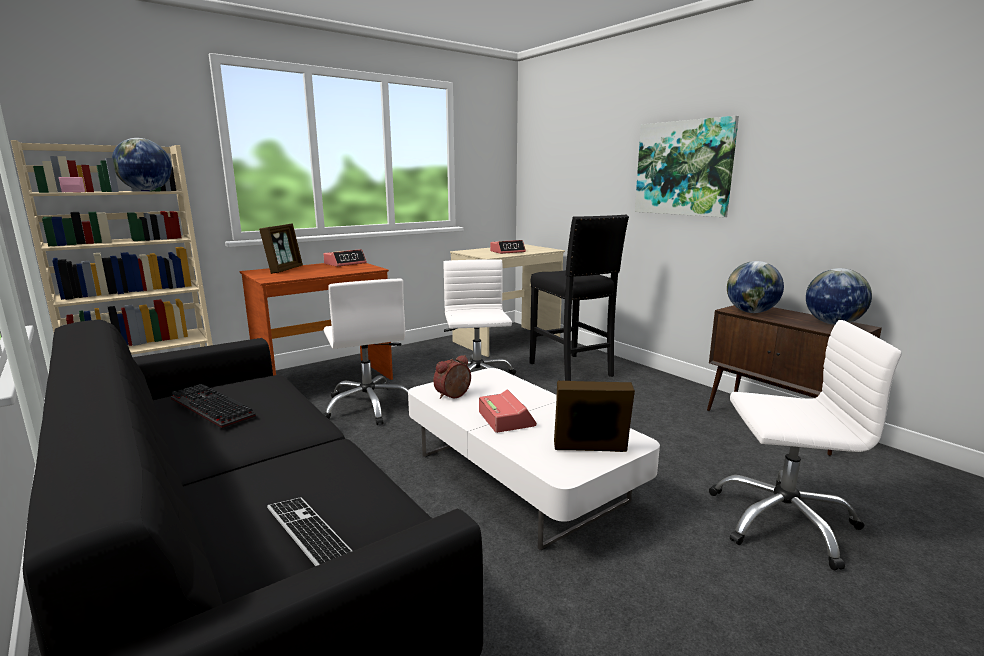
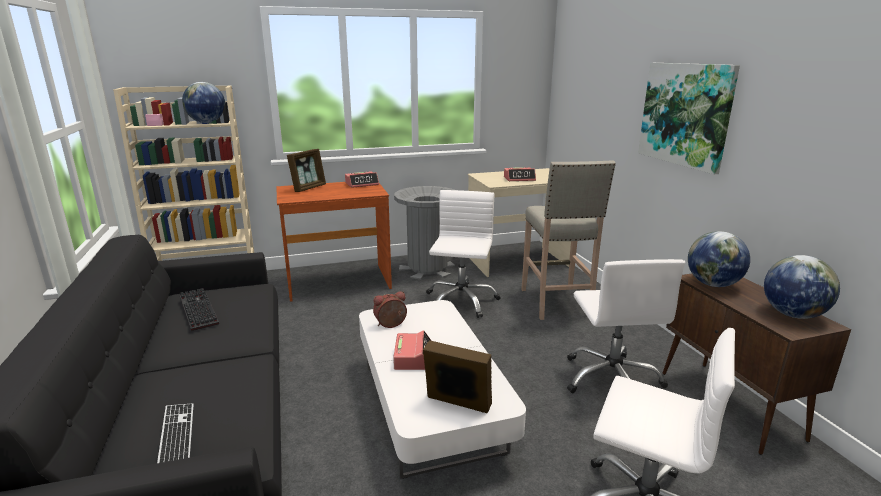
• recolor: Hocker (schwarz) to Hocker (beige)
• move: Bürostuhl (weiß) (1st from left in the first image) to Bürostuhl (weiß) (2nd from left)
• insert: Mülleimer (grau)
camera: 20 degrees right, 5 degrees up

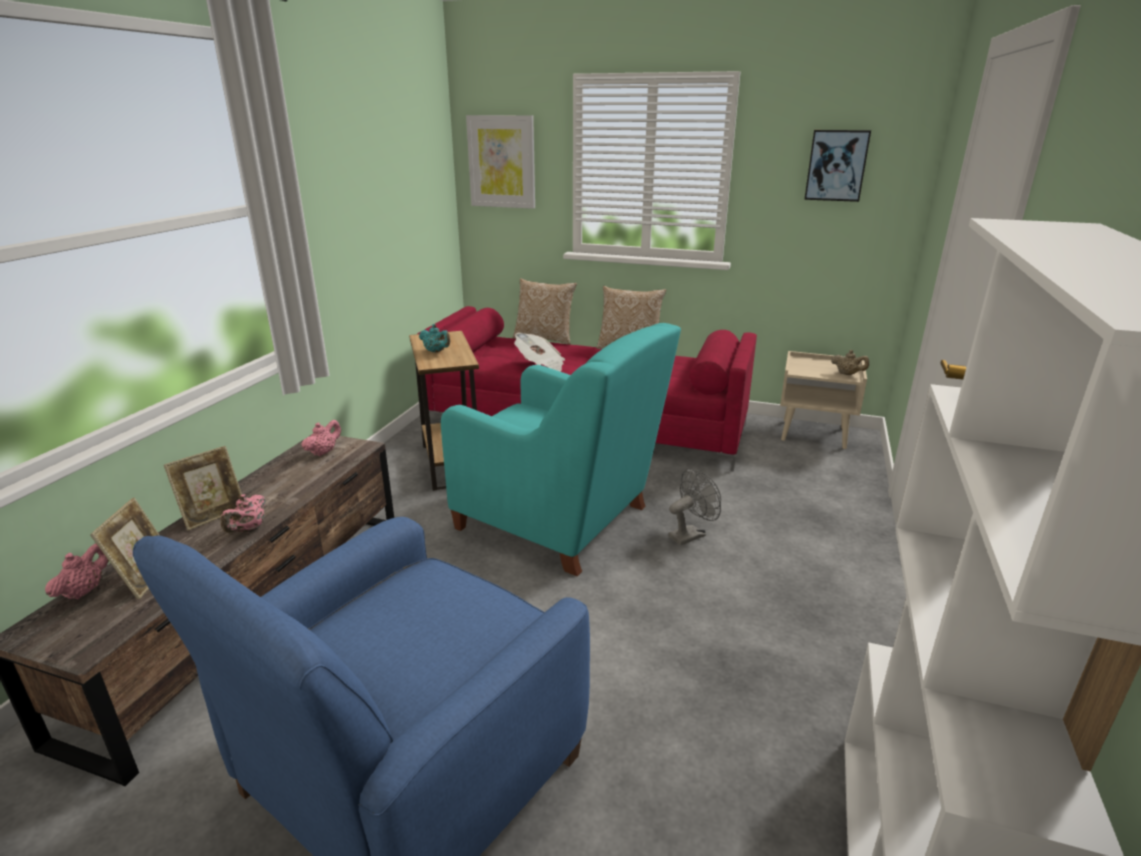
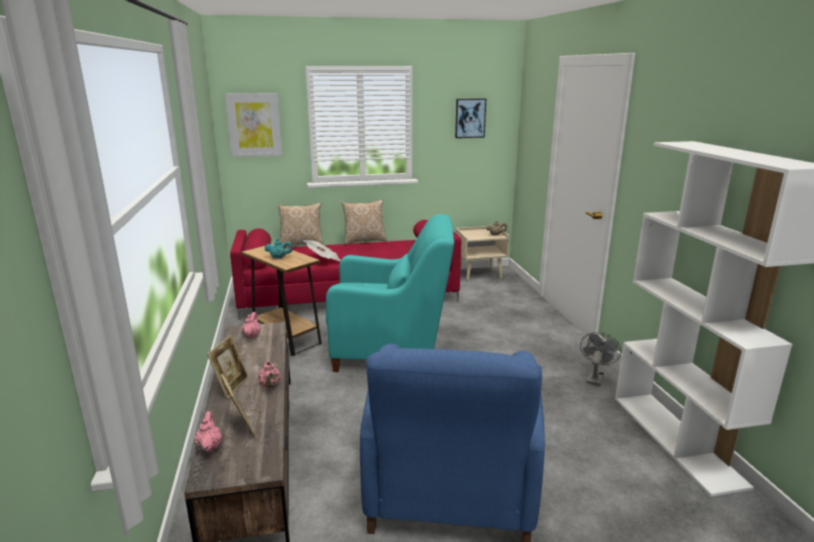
• move: Ventilator (grau)
camera: 30 degrees left, 5 degrees down

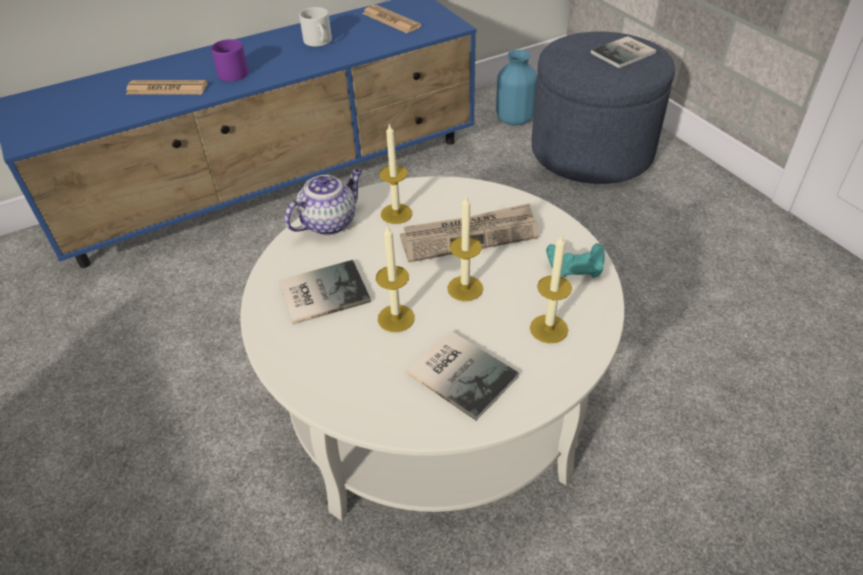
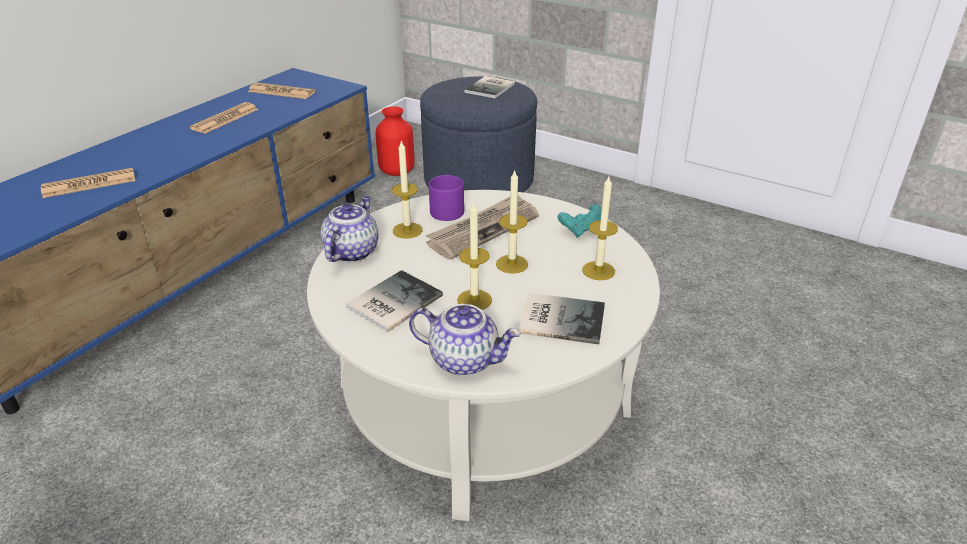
• replace: Henkelbecher (weiß) to Zeitung (2nd from left)
• move: Henkelbecher (lila)
• recolor: Vase (blau) to Vase (rot)
• insert: Teekanne (2nd from left)
camera: 30 degrees left, 10 degrees down

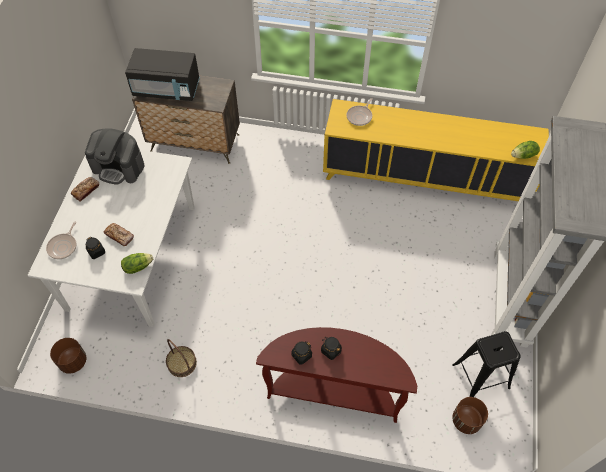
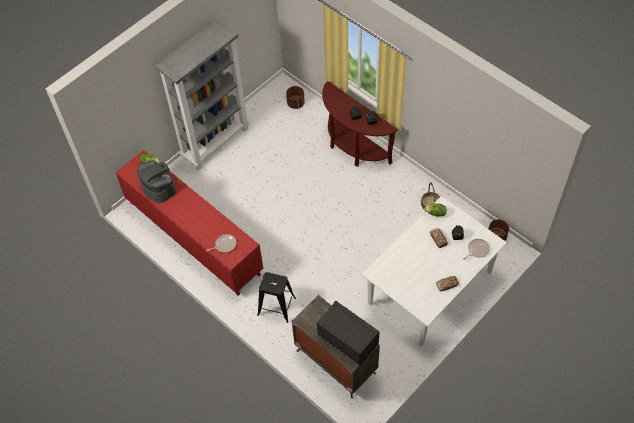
• recolor: Schrank (gelb) to Schrank (rot)
• move: Kaffeemaschine
• move: Hocker (schwarz)
camera: 145 degrees left, 0 degrees up

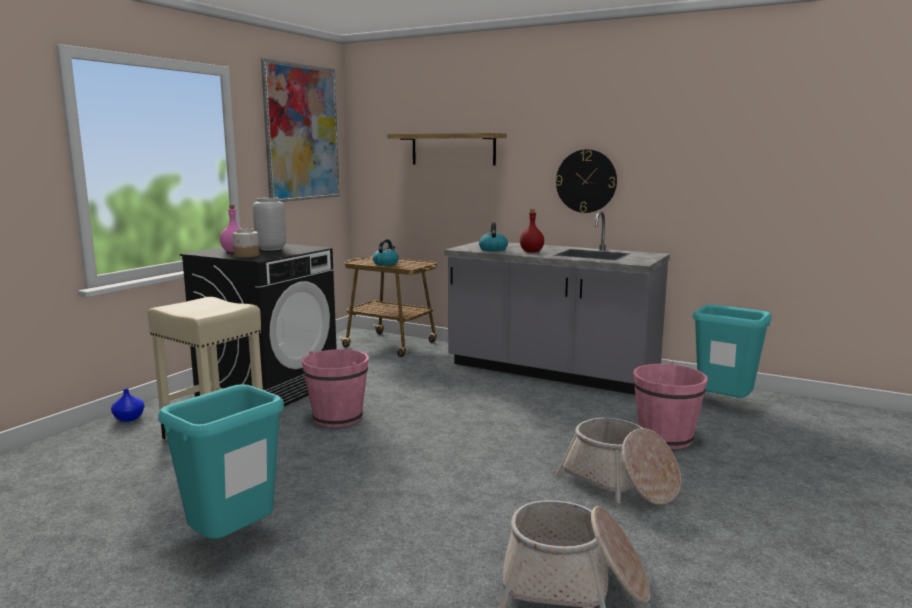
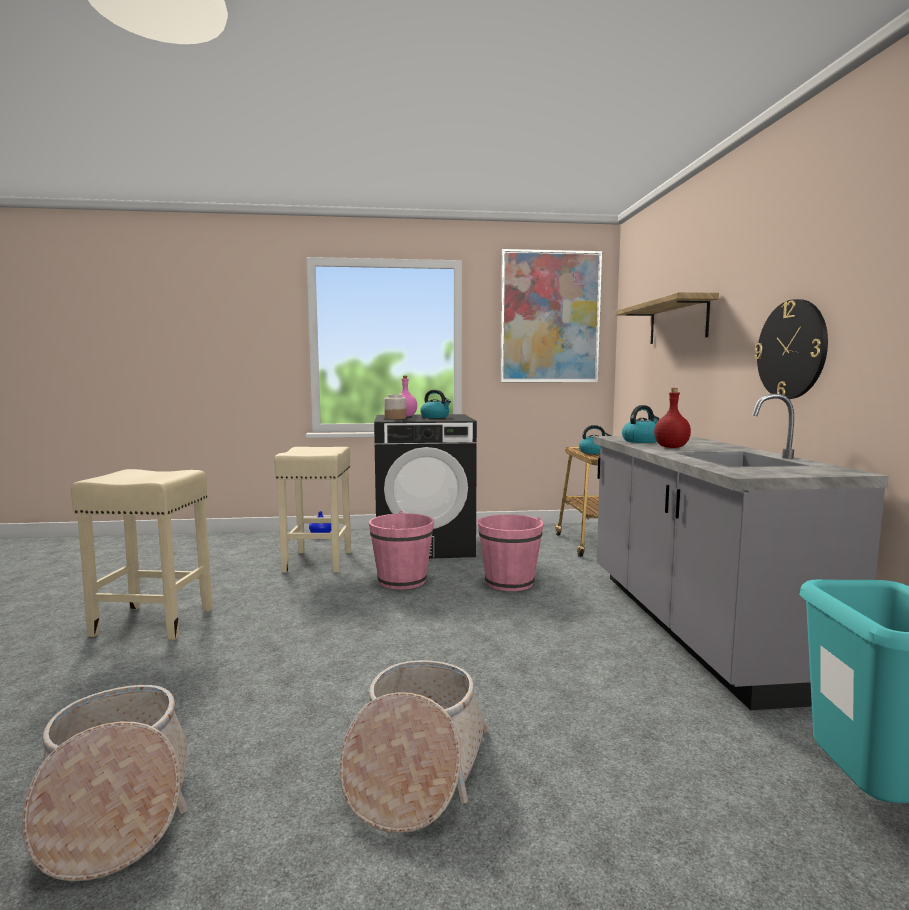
• replace: Vase (grau) to Wasserkessel (1st from left)
• move: Eimer (rosa) (2nd from left)
• replace: Mülleimer (türkis) (1st from left) to Hocker (beige) (1st from left)
camera: 55 degrees right, 5 degrees down

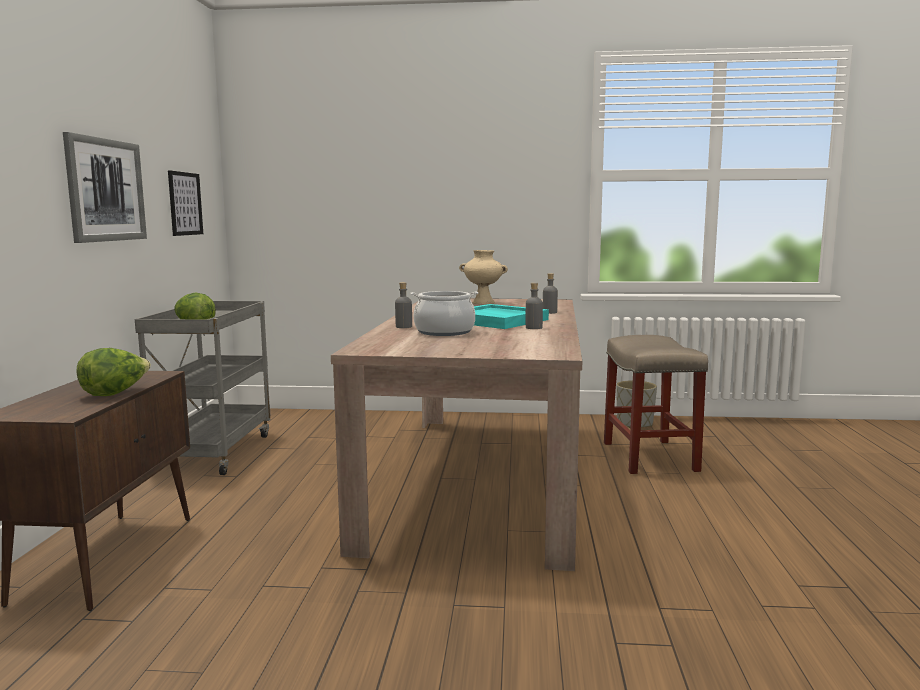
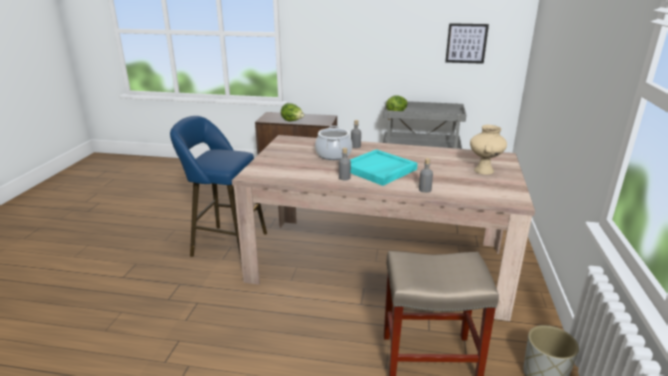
• delete: Bild (1st from left)
• insert: Hocker (blau)
camera: 95 degrees right, 15 degrees up

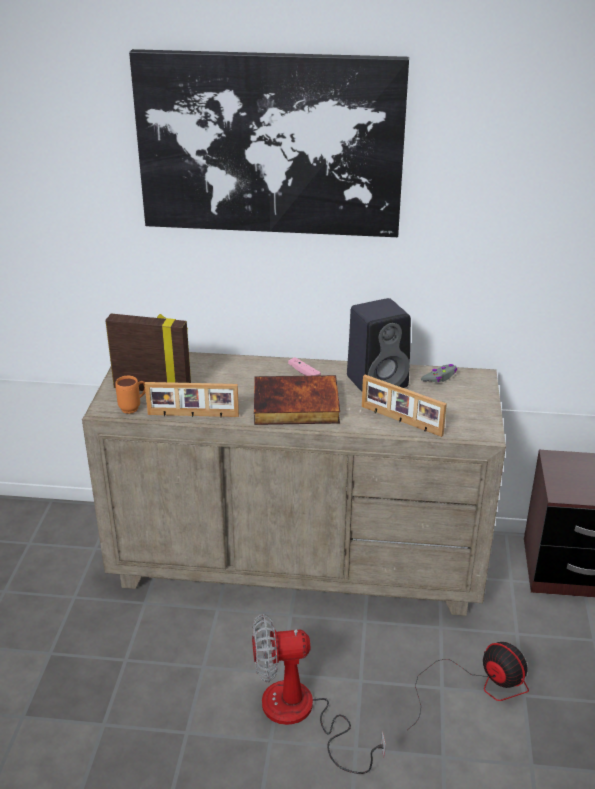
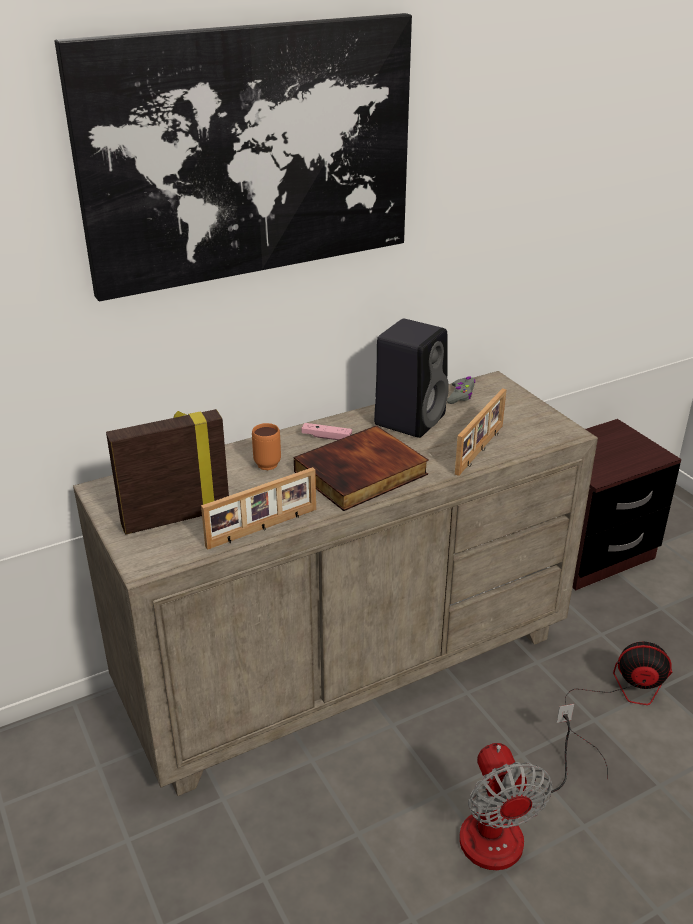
• rotate: Bilderrahmen (3rd from left) 60 degrees counterclockwise
• move: Henkelbecher (orange)
• rotate: Ventilator (1st from left) 60 degrees counterclockwise
camera: 35 degrees left, 0 degrees up

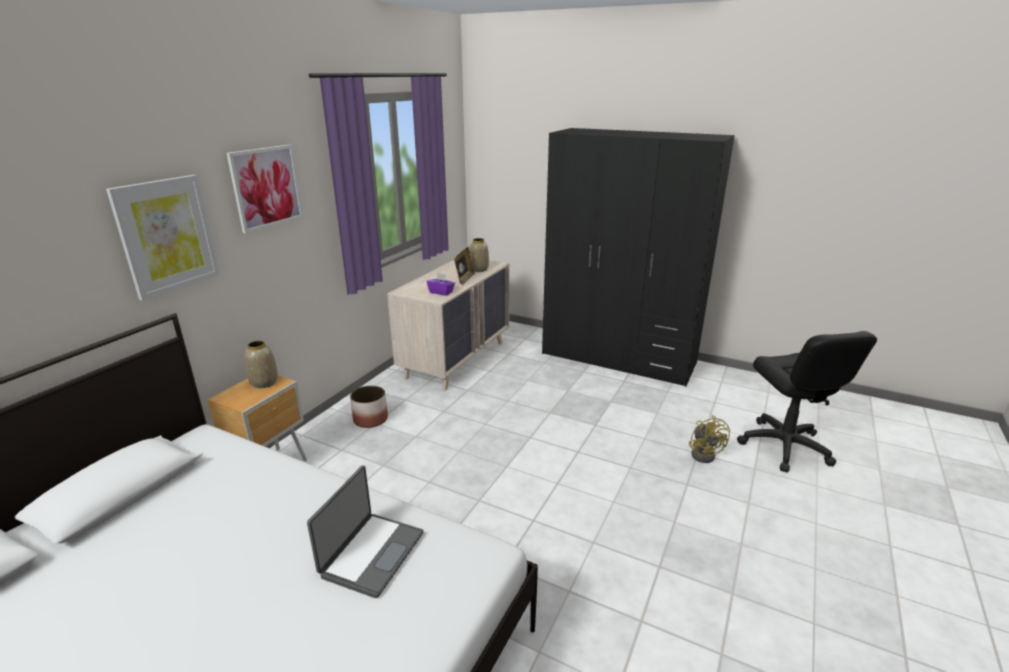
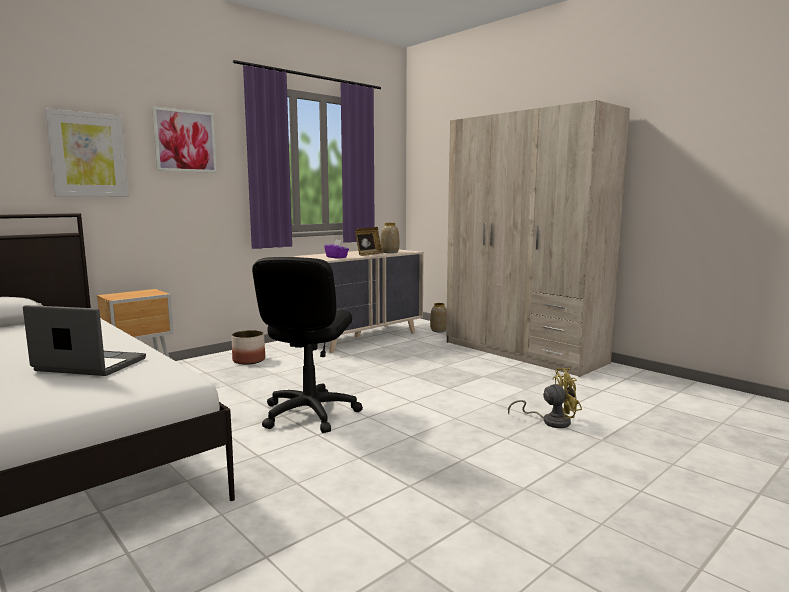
• recolor: Kleiderschrank (schwarz) to Kleiderschrank (beige)
• move: Bürostuhl (schwarz)
• move: Vase (1st from left in the first image) to Vase (2nd from left)
• rotate: Ventilator (gelb) 105 degrees counterclockwise
• rotate: Laptop 120 degrees counterclockwise
camera: 20 degrees right, 15 degrees down

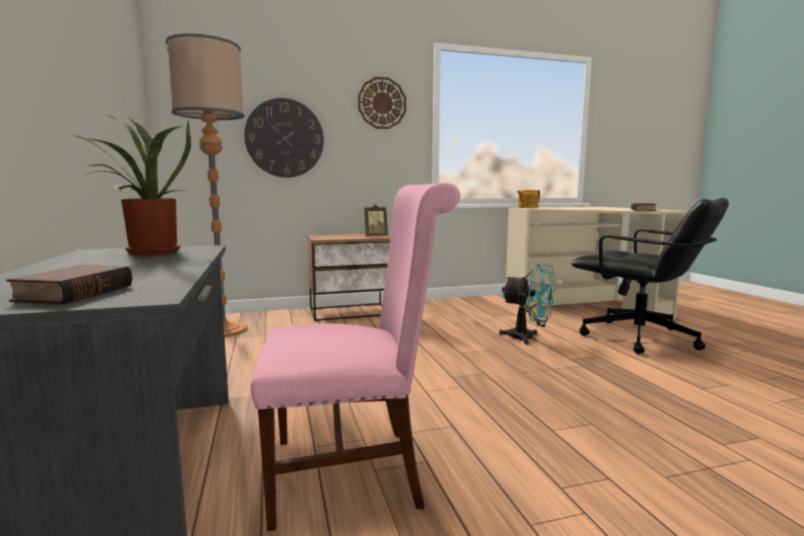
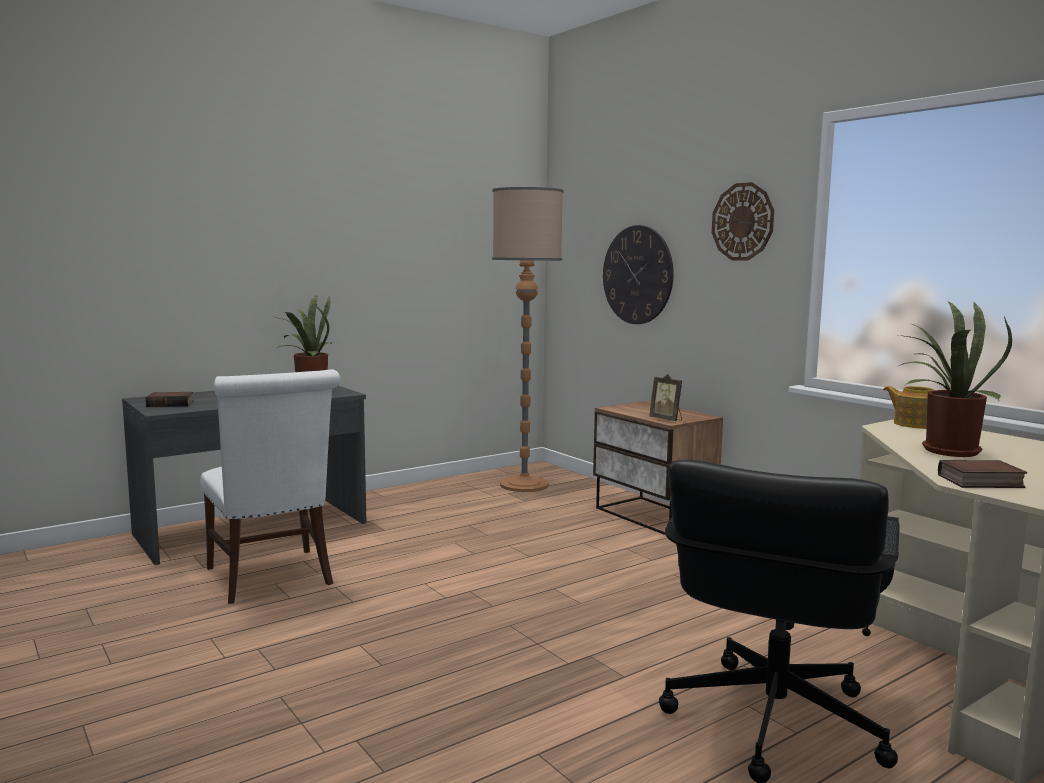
• recolor: Stuhl (rosa) to Stuhl (weiß)
• delete: Ventilator (türkis)
• insert: Topfpflanze (2nd from left)
camera: 70 degrees right, 0 degrees up

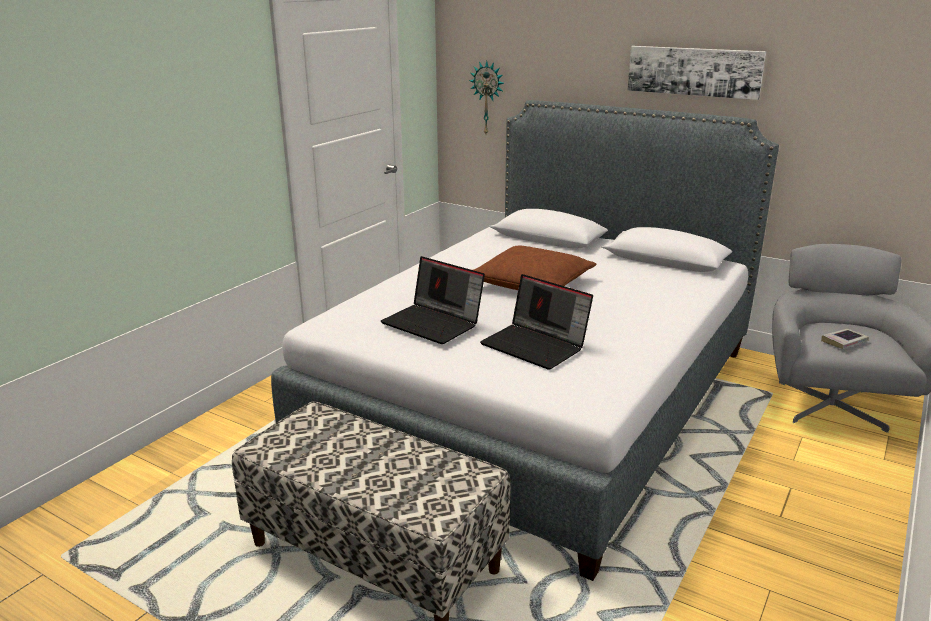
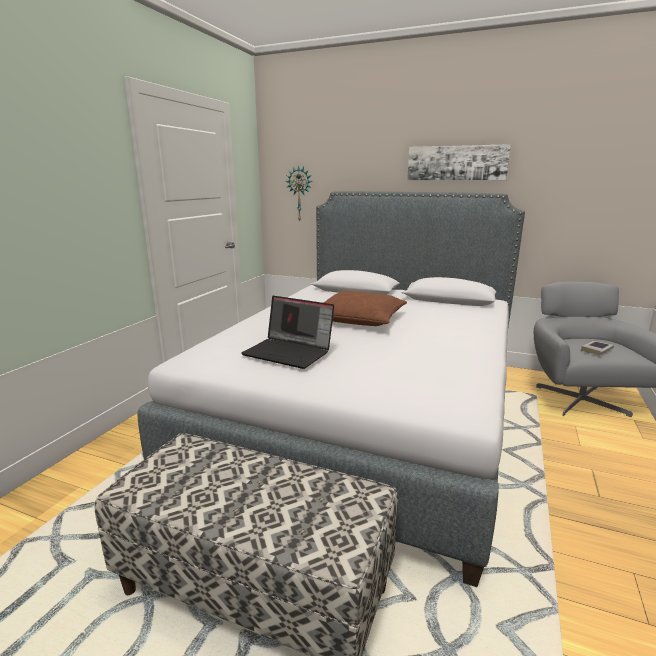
• delete: Laptop (2nd from left)
camera: 10 degrees left, 5 degrees down

